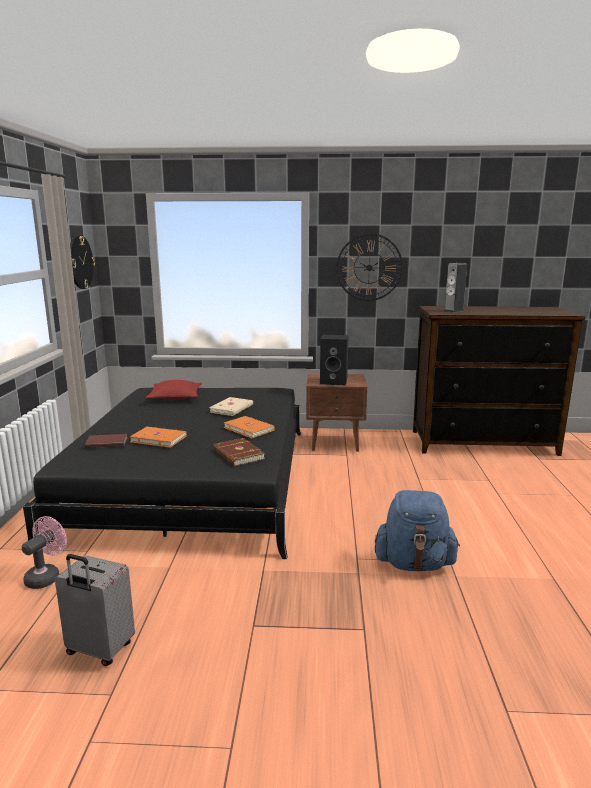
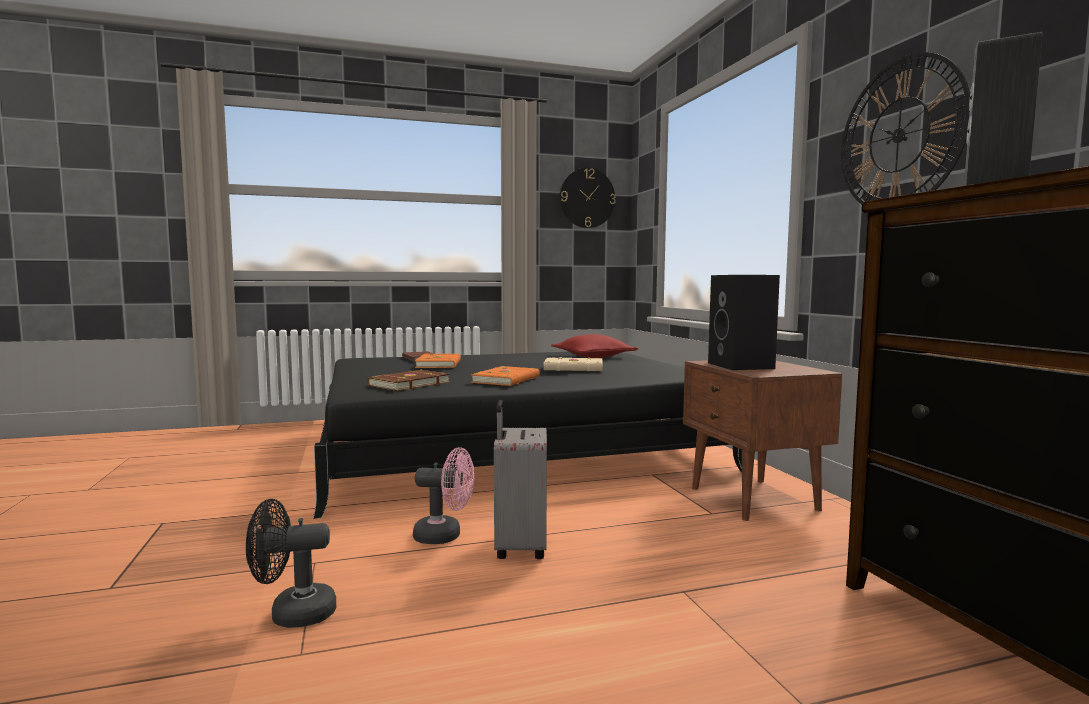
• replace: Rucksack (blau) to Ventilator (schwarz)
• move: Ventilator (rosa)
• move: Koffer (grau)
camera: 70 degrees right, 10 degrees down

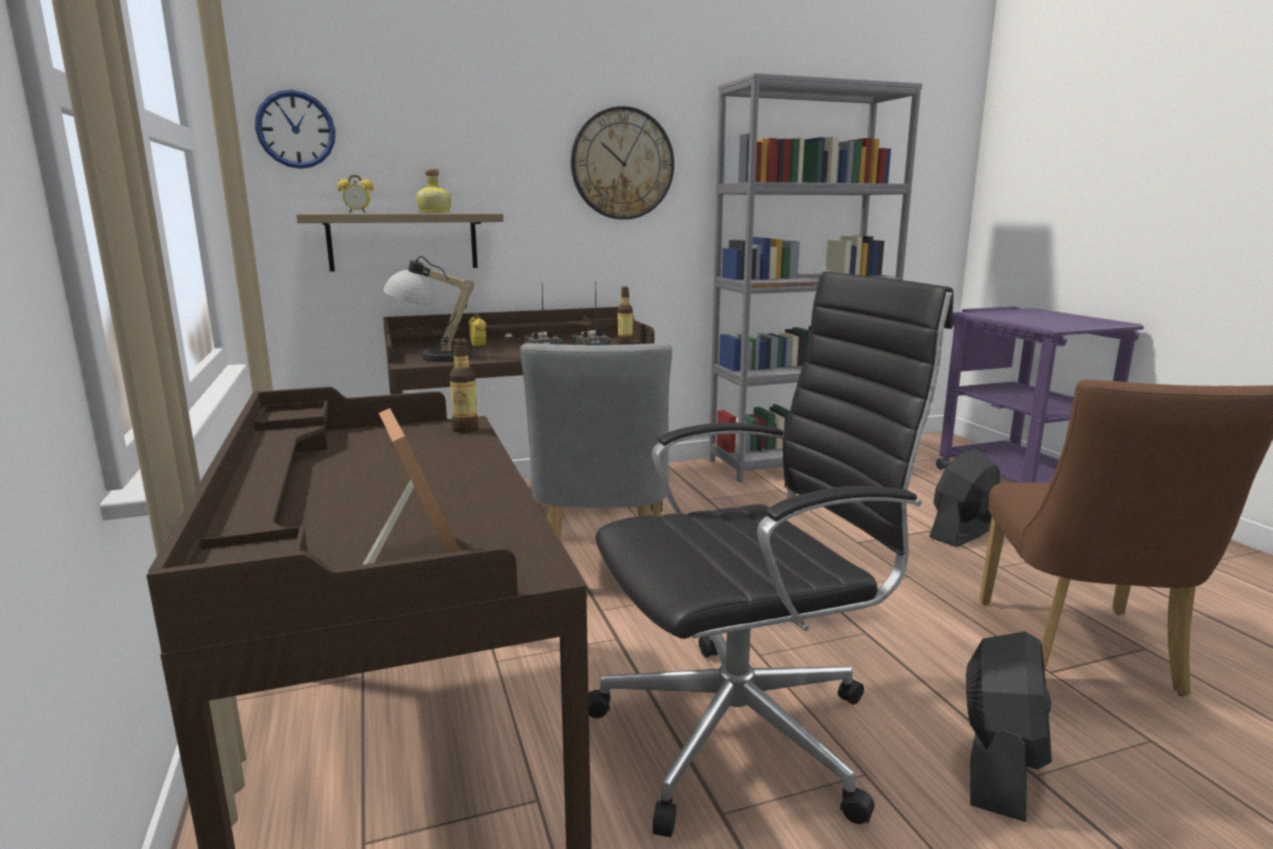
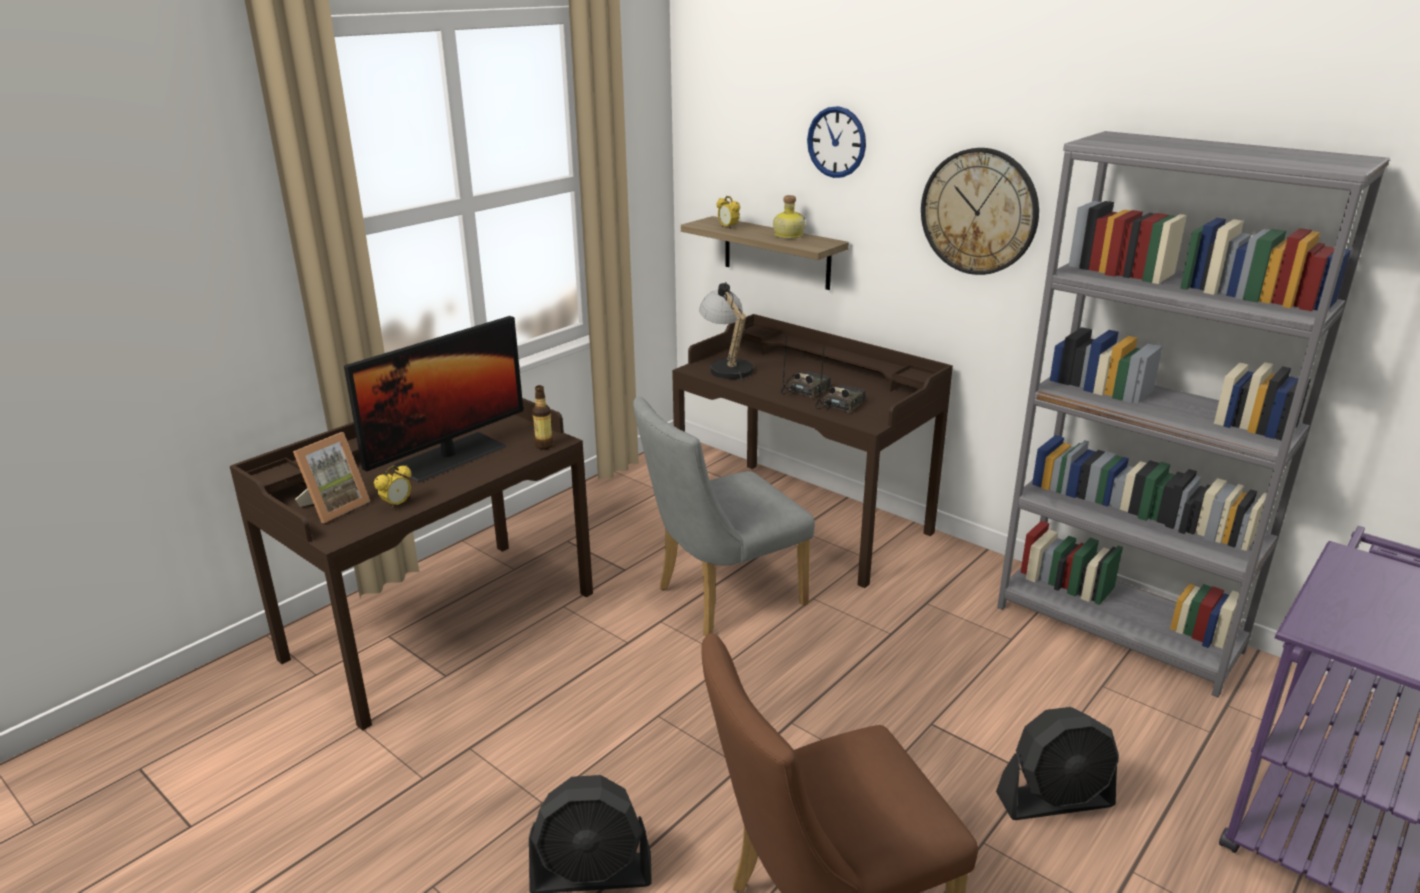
• move: Wanduhr (1st from left)
• delete: Bürostuhl (schwarz)
• delete: Flasche (3rd from left)
• move: Wecker (2nd from left in the first image) to Wecker (1st from left)
• rotate: Ventilator (schwarz) (1st from left in the first image) 150 degrees clockwise
• insert: Monitor
camera: 60 degrees right, 10 degrees up

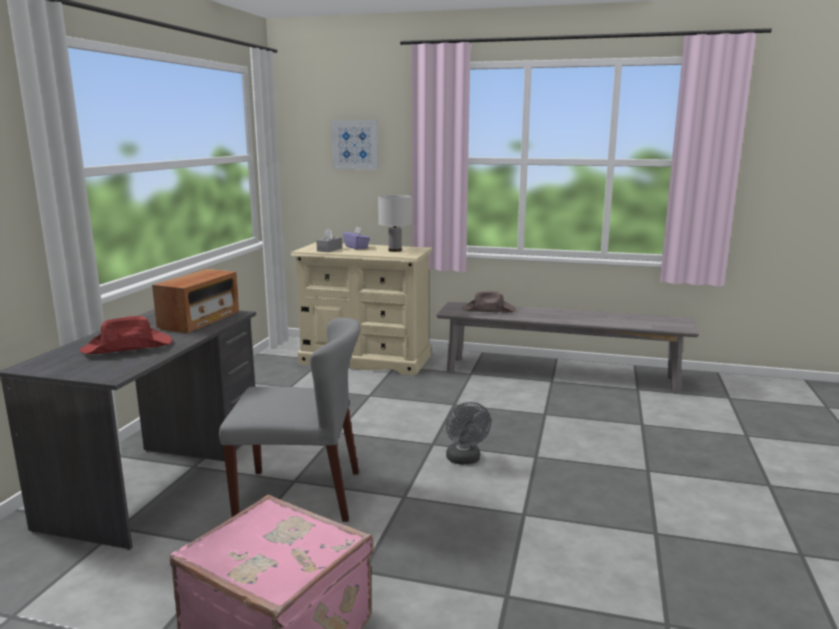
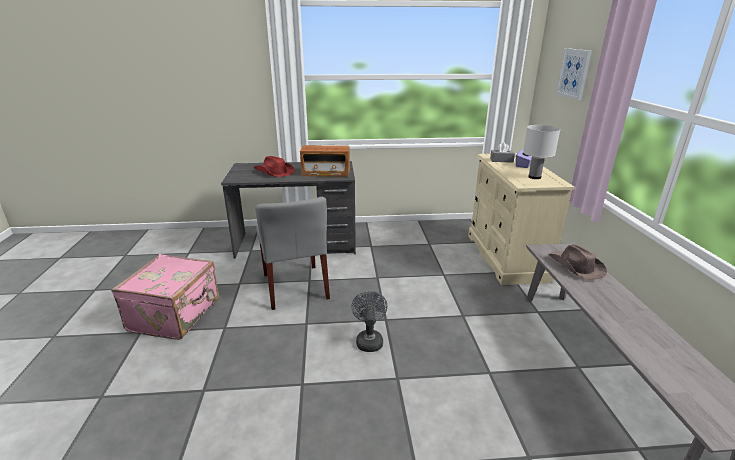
• rotate: Ventilator (grau) 120 degrees clockwise
camera: 70 degrees right, 10 degrees up

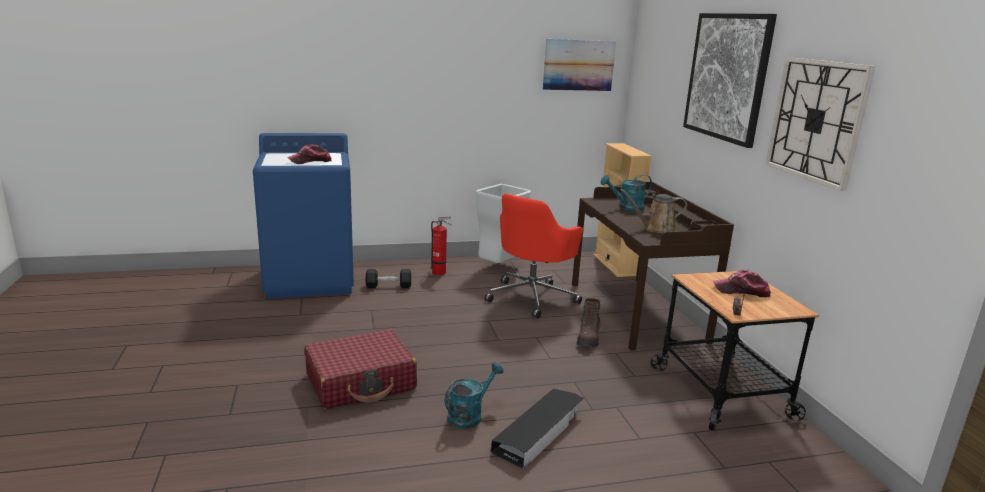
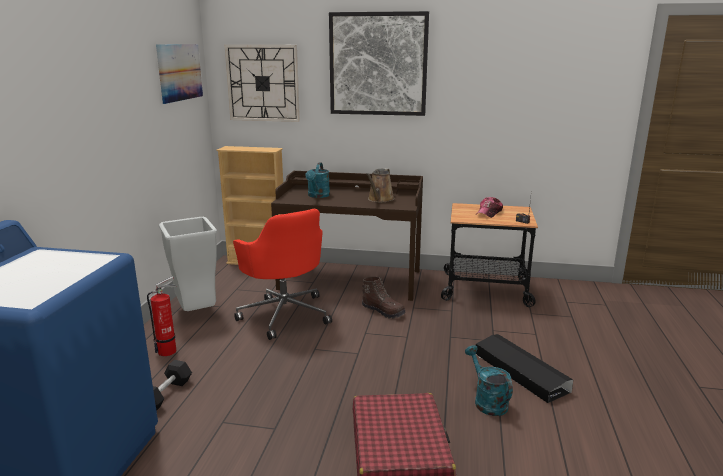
• move: Wanduhr
• delete: Kappe (1st from left)
camera: 65 degrees left, 0 degrees up

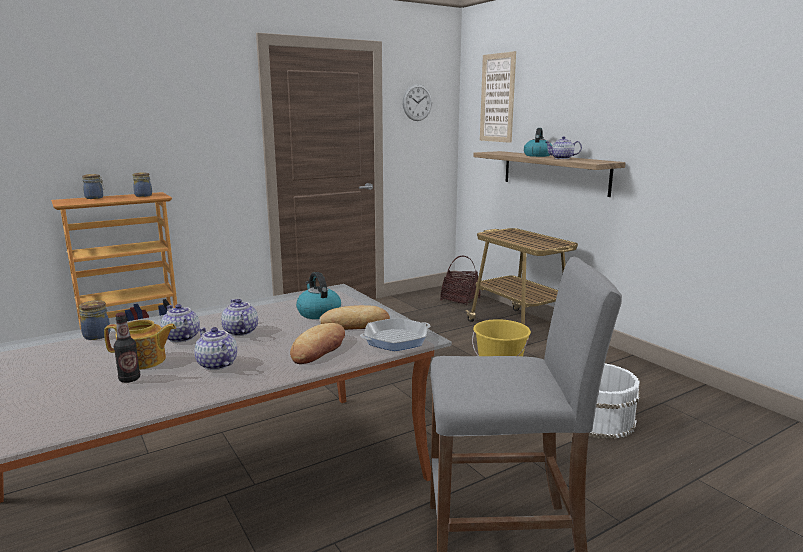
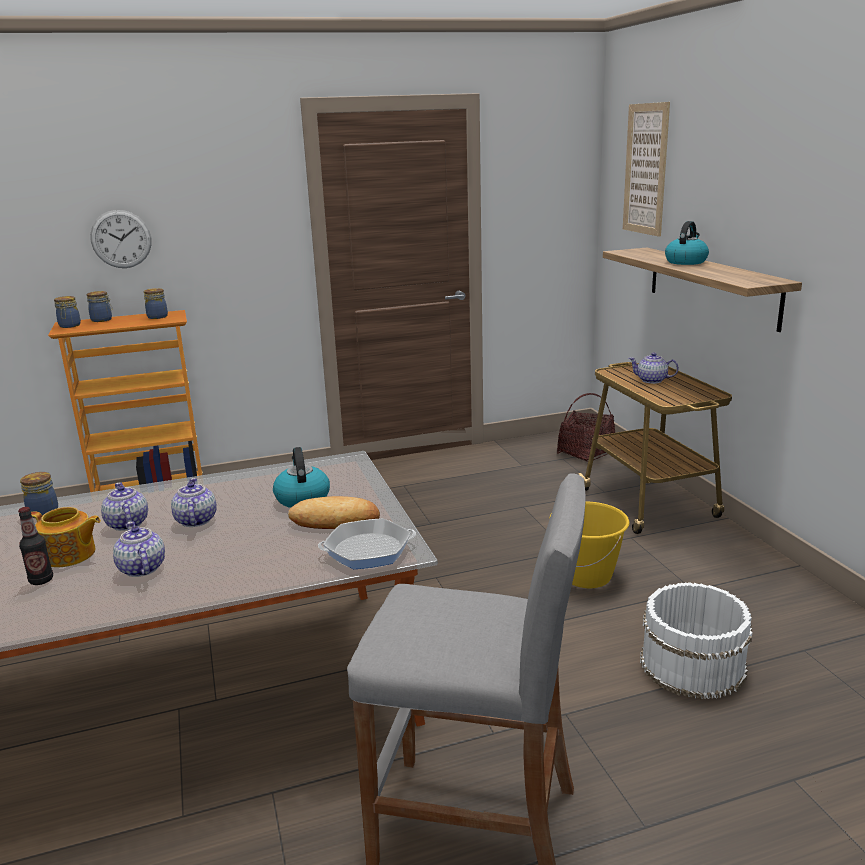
• move: Wanduhr
• move: Teekanne (5th from left)
• delete: Brot (1st from left)
• insert: Vorratsglas (2nd from left)
camera: 15 degrees right, 5 degrees up

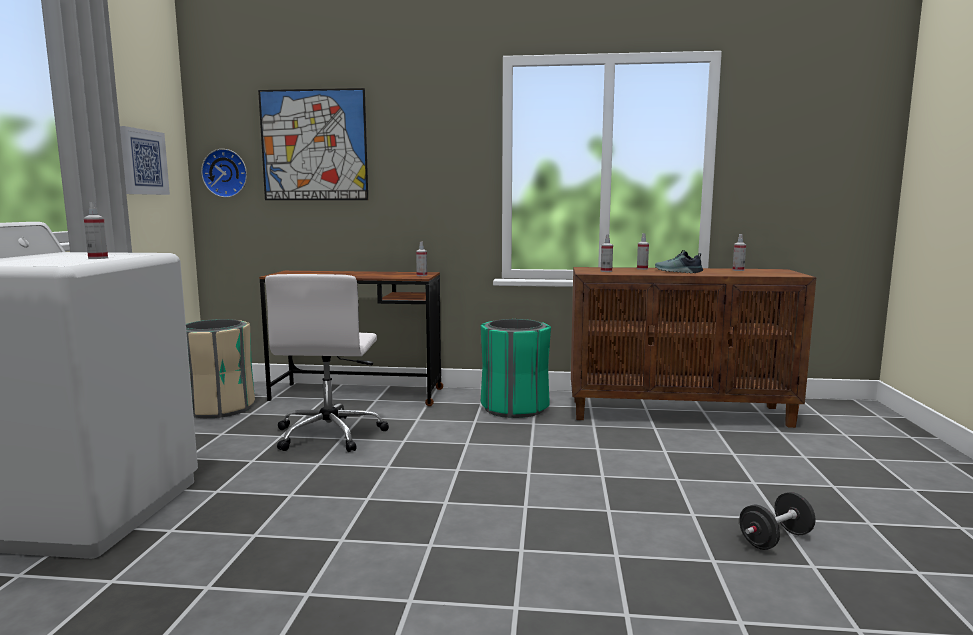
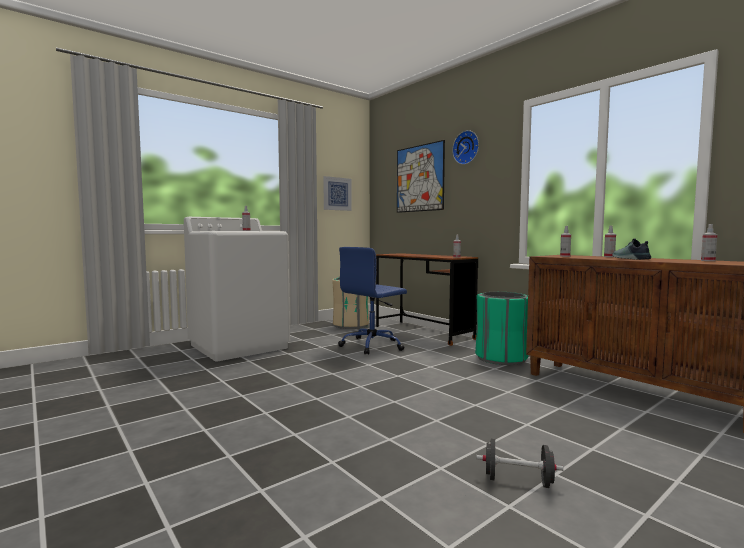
• move: Wanduhr
• recolor: Bürostuhl (weiß) to Bürostuhl (blau)
camera: 45 degrees right, 5 degrees down

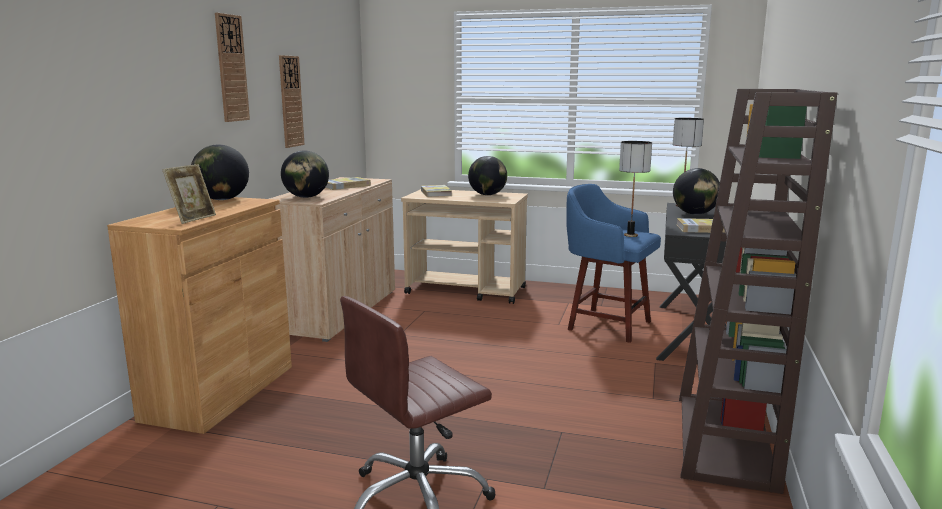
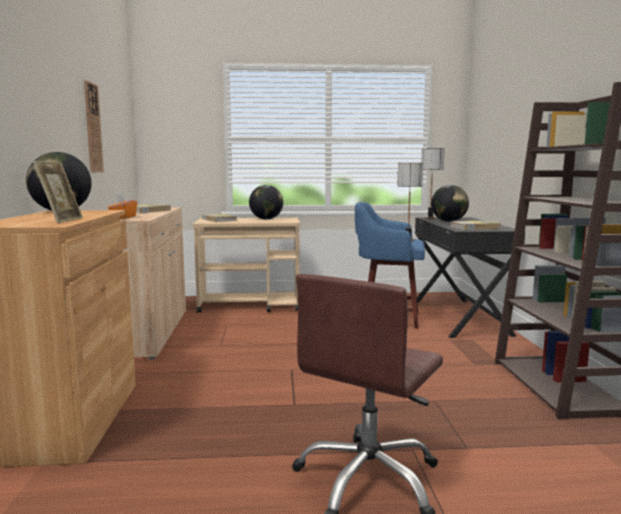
• delete: Wanduhr (1st from left)
• replace: Globus (2nd from left) to Taschentuchbox (orange)
camera: 20 degrees left, 5 degrees down

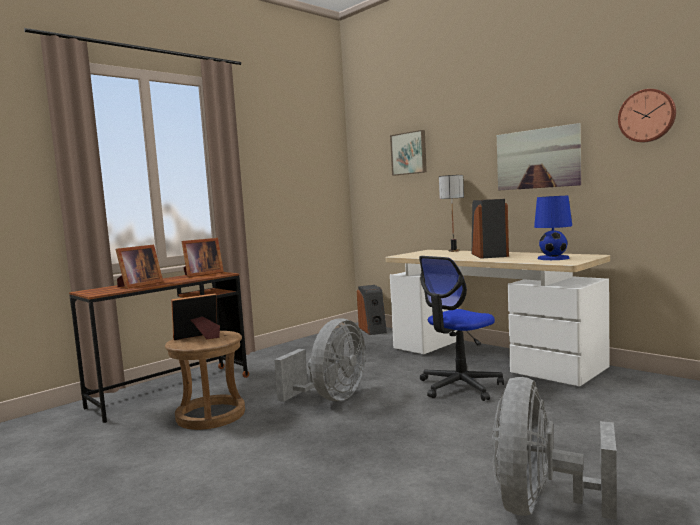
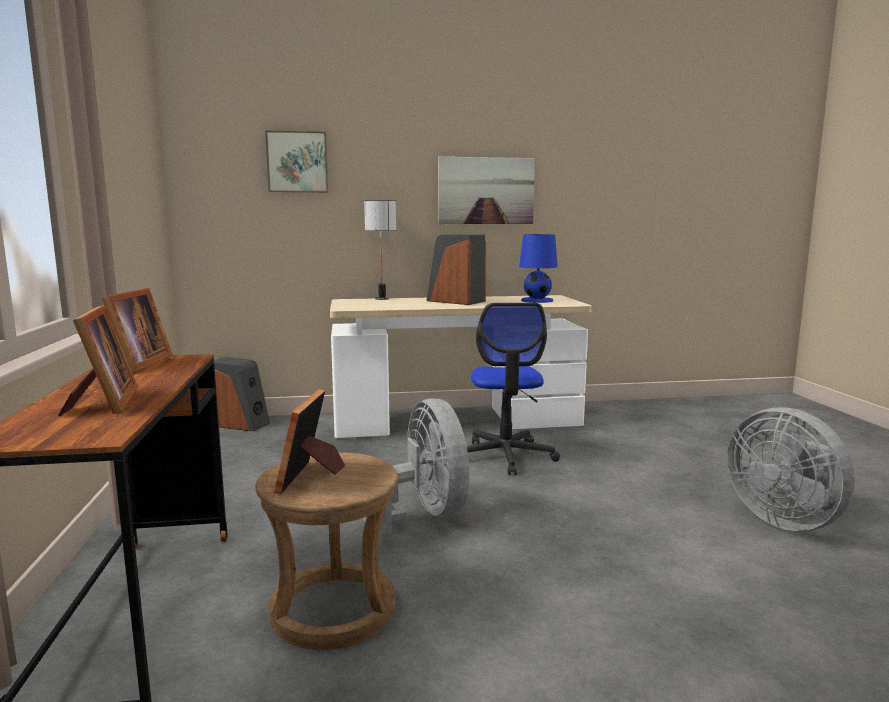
• delete: Wanduhr
camera: 55 degrees left, 5 degrees up

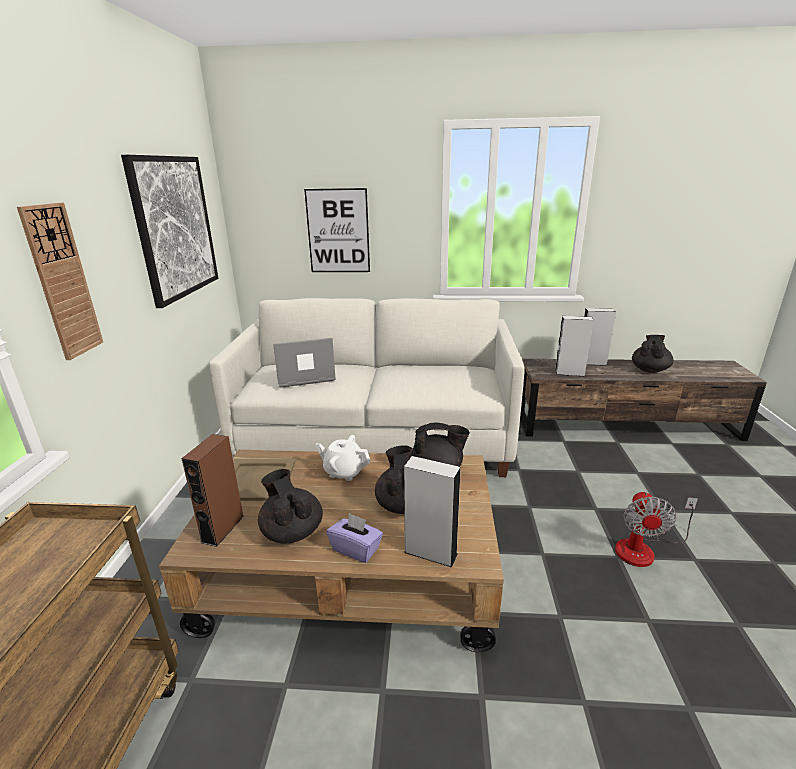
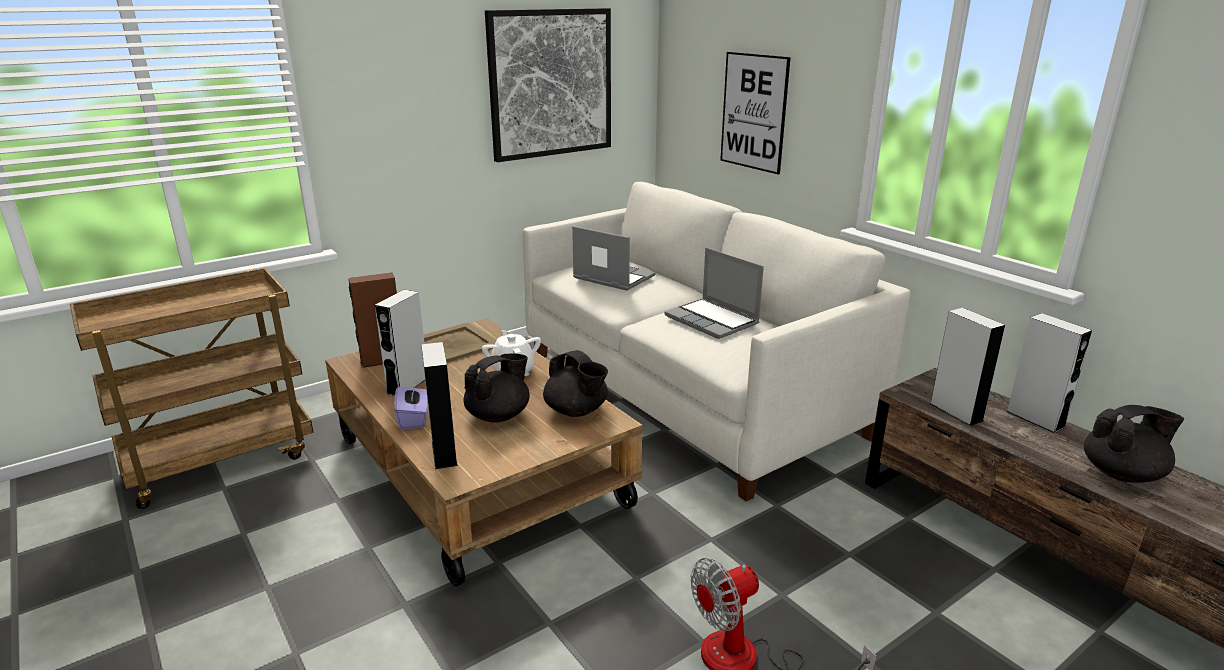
• delete: Wanduhr
• replace: Teekanne (schwarz) (1st from left) to Lautsprecher (grau) (1st from left)
• insert: Laptop (2nd from left)
camera: 50 degrees right, 0 degrees up

